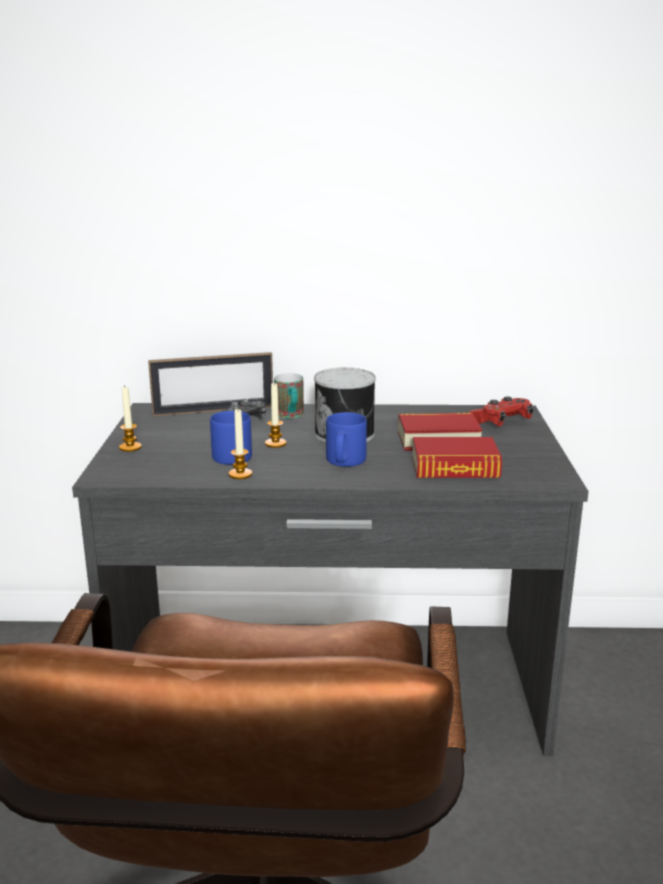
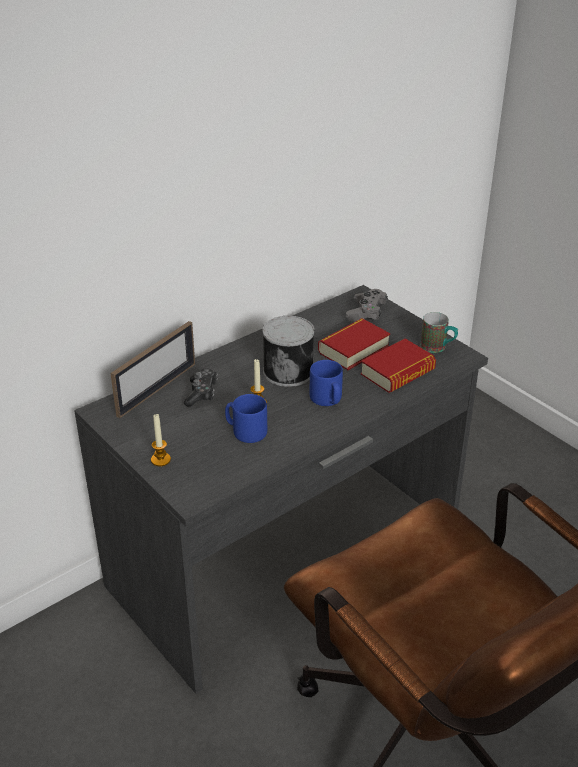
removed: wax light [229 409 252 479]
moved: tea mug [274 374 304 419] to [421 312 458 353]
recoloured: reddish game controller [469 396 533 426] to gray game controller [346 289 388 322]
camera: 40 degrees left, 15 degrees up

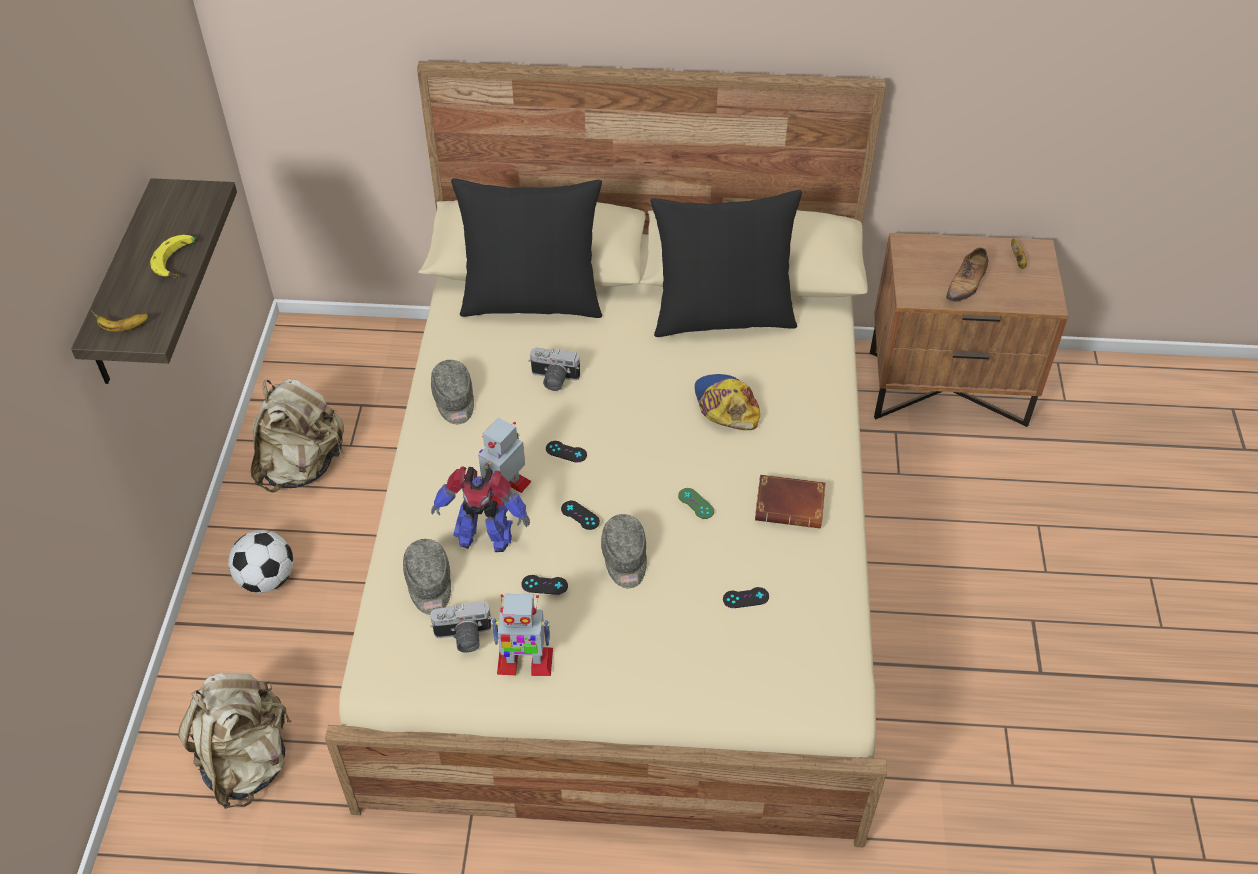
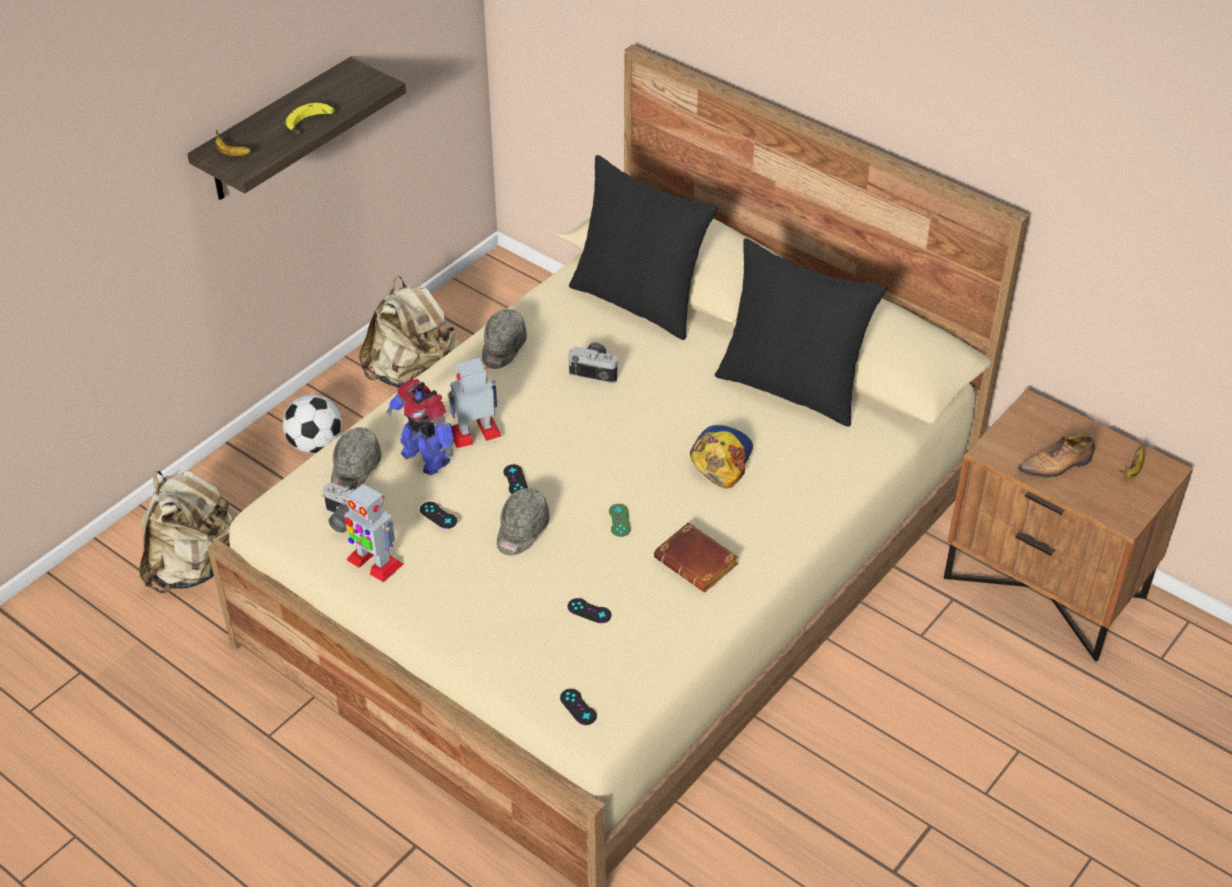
moved: black game controller [546 441 587 463] to [560 689 597 725]
turned: photo camera [528 348 580 391] = [568 342 620 384] 150 degrees clockwise
camera: 35 degrees right, 5 degrees down

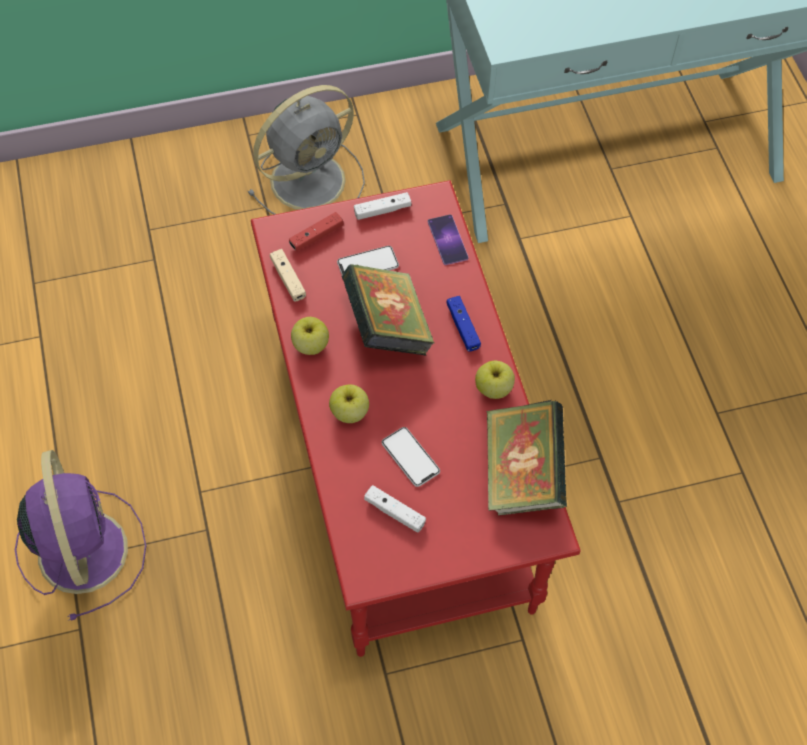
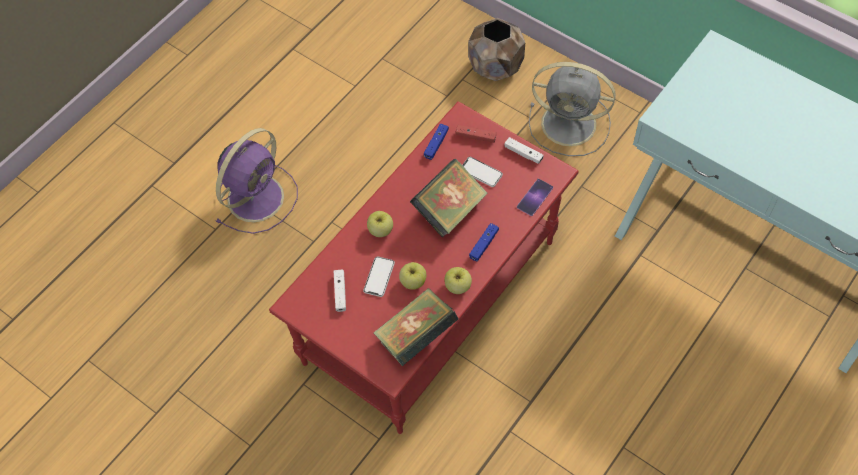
added: brown-coloured flower pot [468 18 525 81]
moved: apple [291 317 329 355] to [399 262 426 290]
recoloured: beige game controller [270 249 306 302] to bluish game controller [424 124 449 160]
camera: 55 degrees right, 0 degrees up

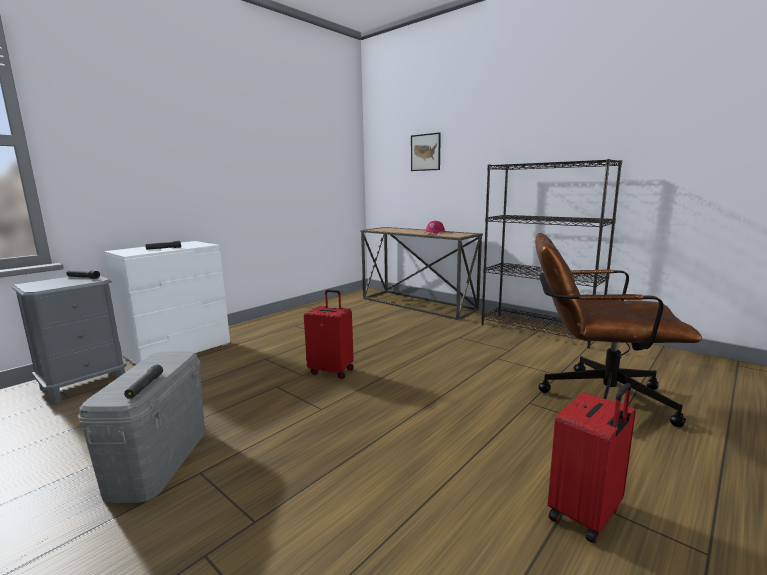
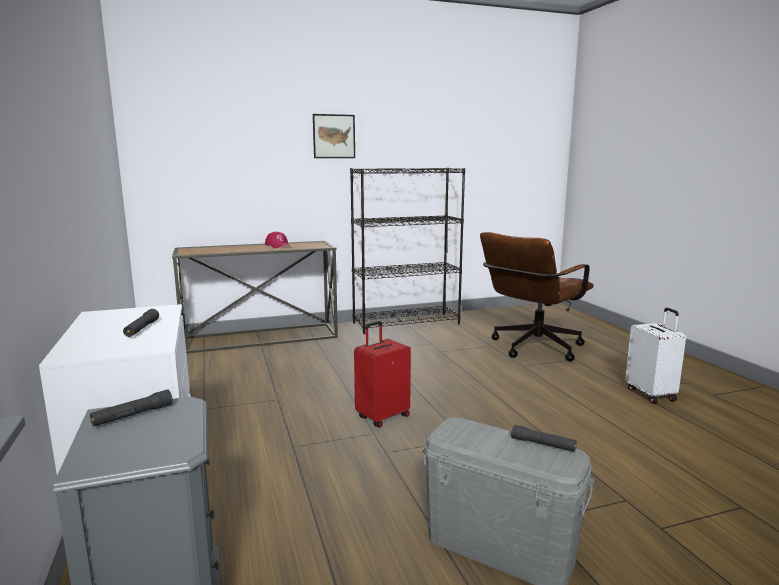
moved: wall picture [411 132 441 171] to [313 114 355 158]
recoloured: reddish suitcase [548 383 636 544] to white suitcase [625 308 686 404]
camera: 60 degrees left, 0 degrees up

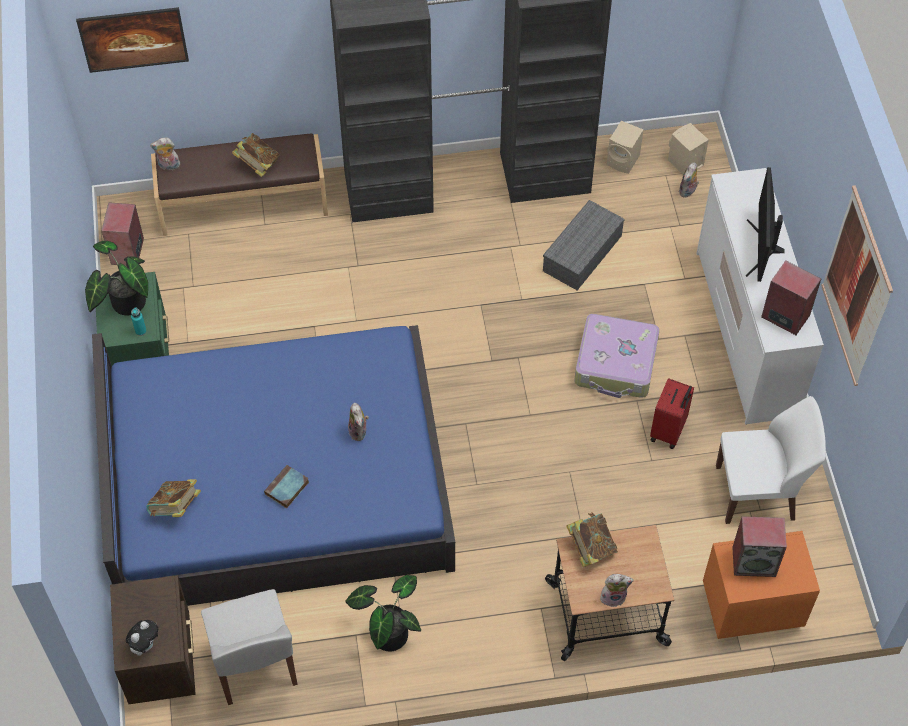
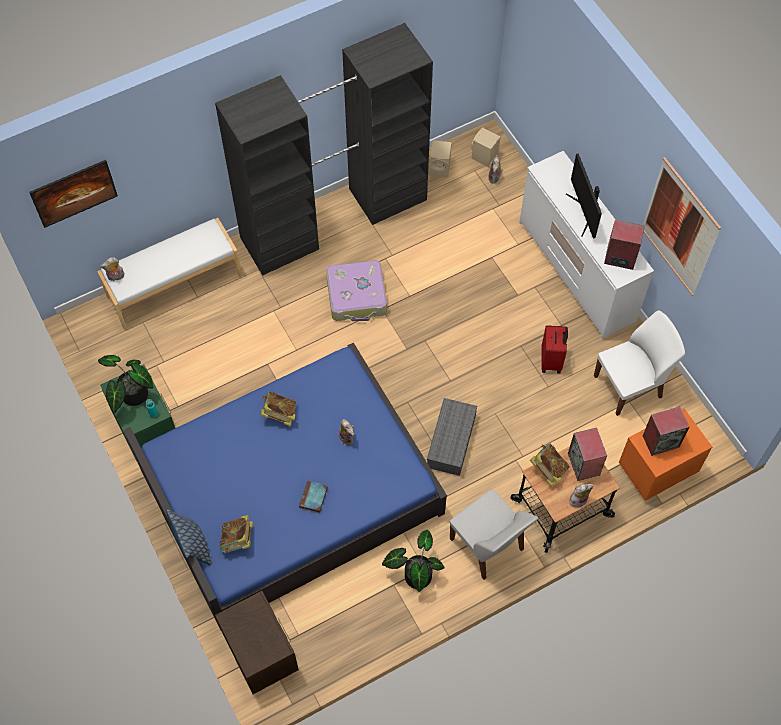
removed: cuddly toy [126 620 158 656]
added: throw pillow [166 509 211 565]
moved: speaker [101 202 144 266] to [568 428 607 481]; white upright chair [201 589 298 705] to [450 489 538 580]; bound book [232 133 280 177] to [261 391 296 426]; gray storage bin [543 200 625 290] to [427 398 477 476]; suitcase [574 314 660 398] to [326 260 387 321]
recoloured: brown-coloured long seat [151 133 328 236] to white long seat [97 218 242 329]
camera: 20 degrees left, 5 degrees up

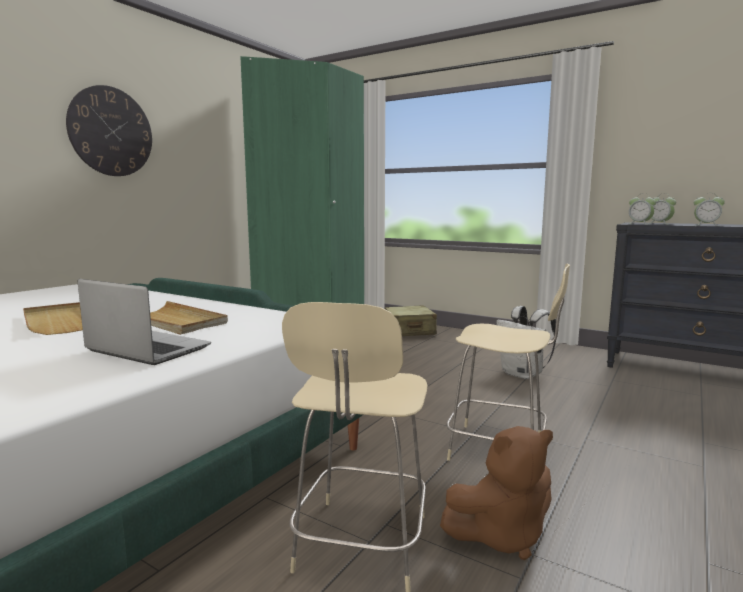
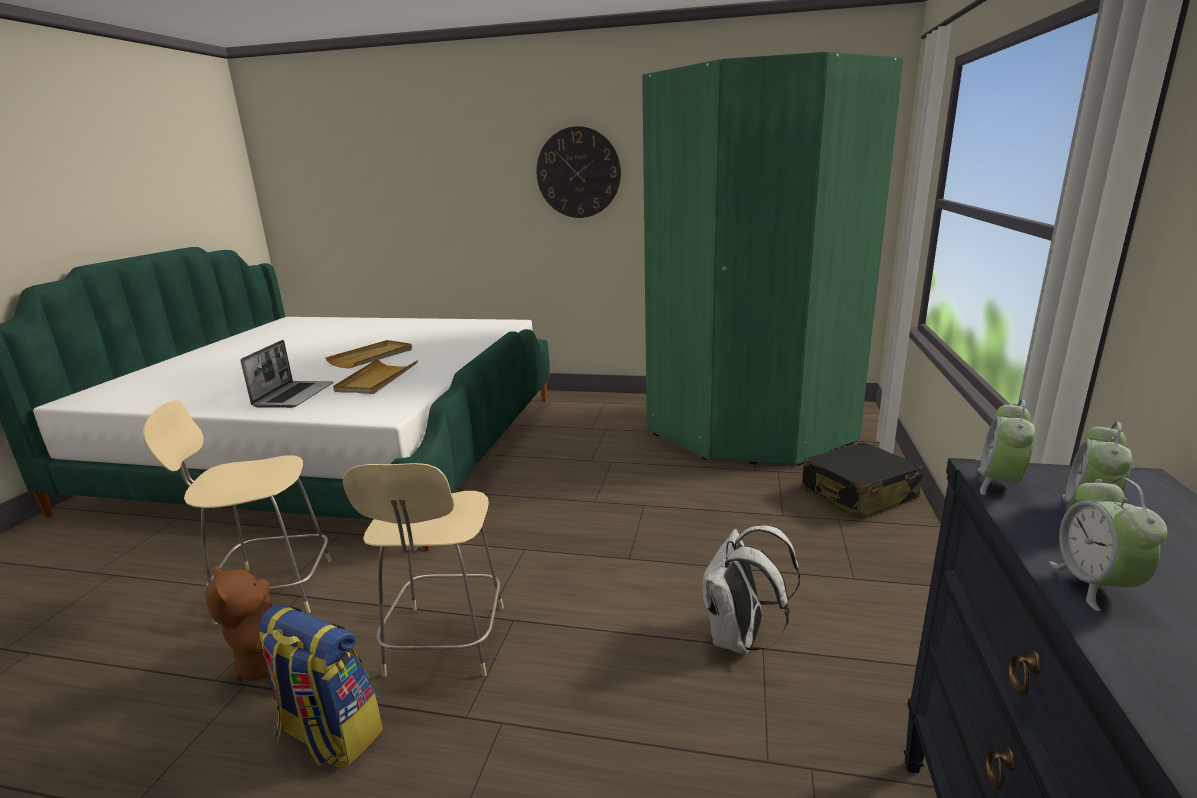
added: backpack [257 604 383 768]
recoloured: beige suitcase [385 305 437 336] to black suitcase [801 442 924 519]
camera: 70 degrees right, 10 degrees up

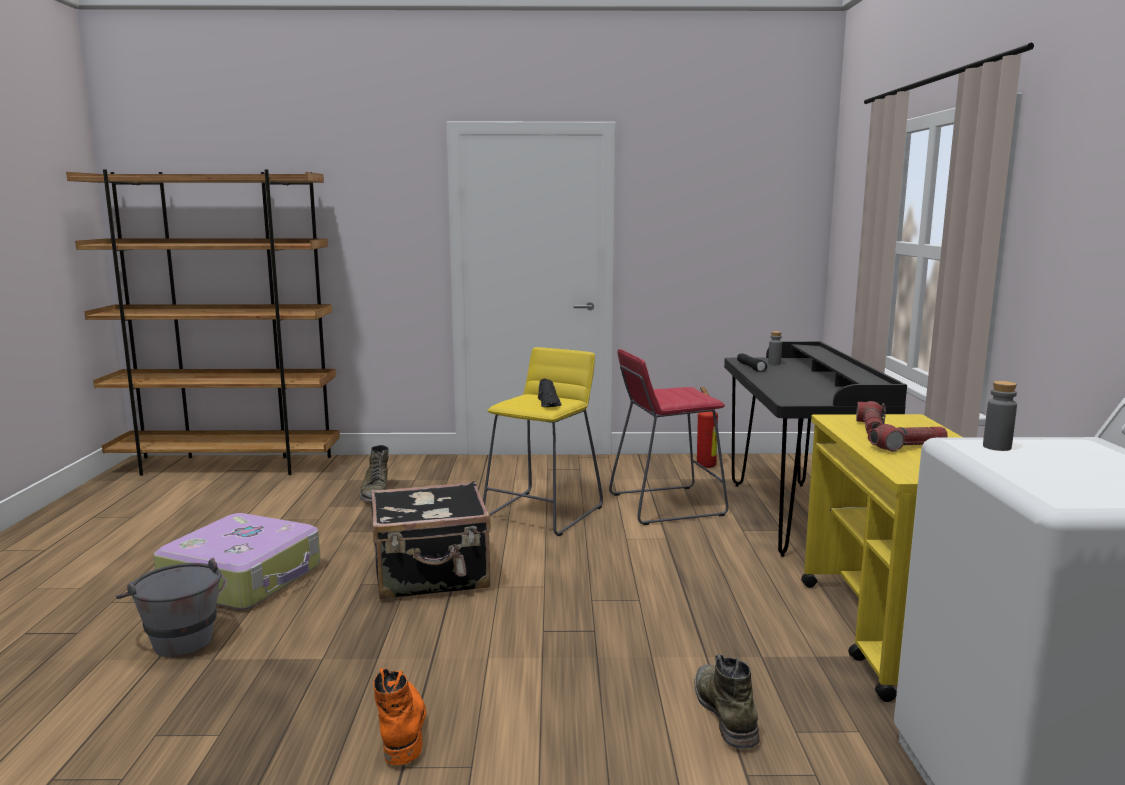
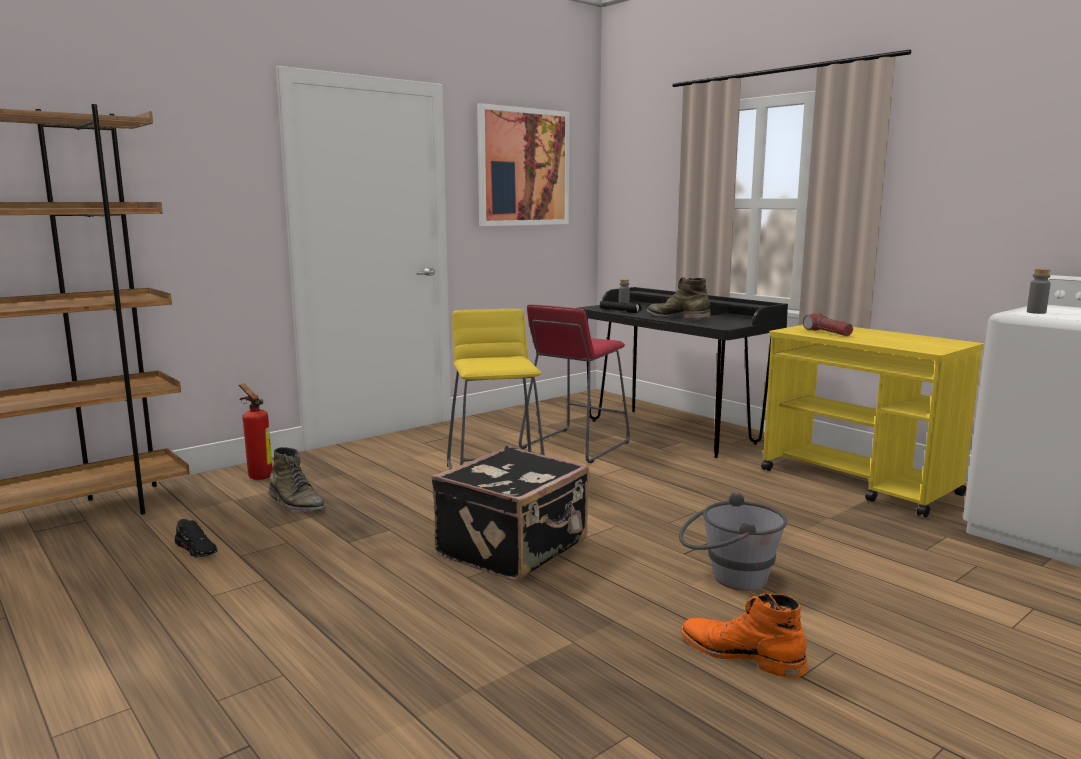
removed: suitcase [153 513 321 610]; flashlight [868 423 948 451]
added: wall picture [477 103 570 226]
moved: gray pail [116 558 221 657] to [679 492 787 591]; black low shoe [538 378 562 407] to [175 519 218 558]; green-coloured boot [694 654 760 749] to [647 277 711 320]; fire-fighting cylinder [697 387 718 468] to [239 383 273 480]
camera: 40 degrees left, 0 degrees up

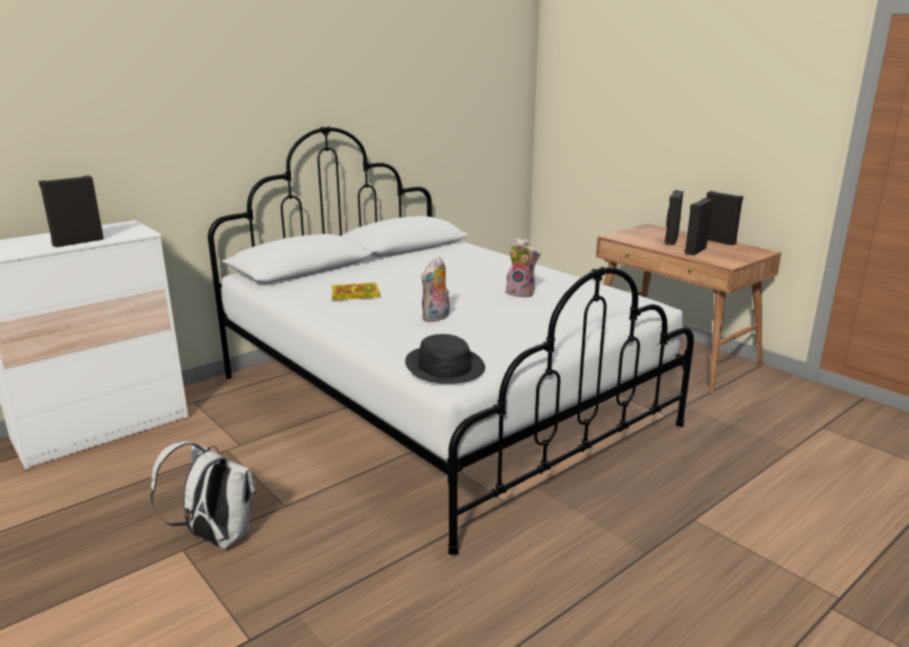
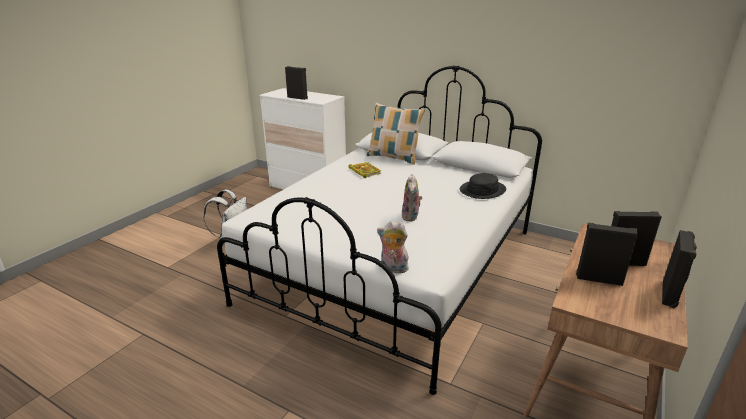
added: throw pillow [366 103 425 165]
moved: black clothing hat [405 334 485 384] to [460 173 506 199]; cuddly toy [421 257 450 322] to [377 221 409 275]
camera: 70 degrees right, 5 degrees up

